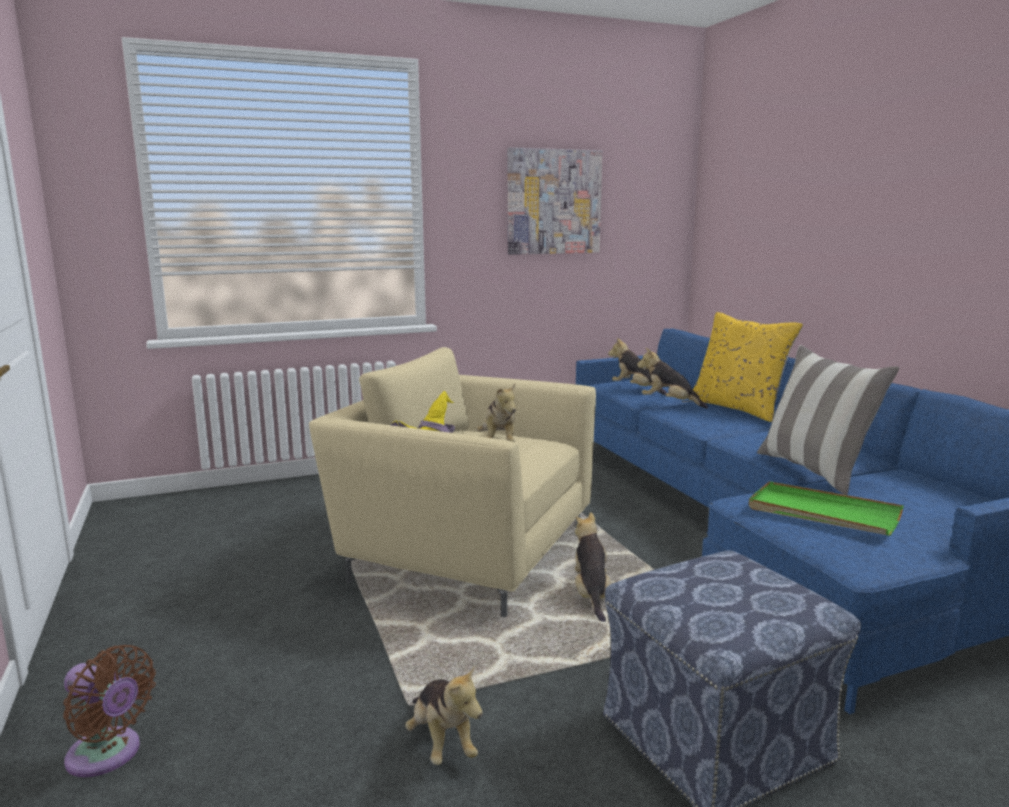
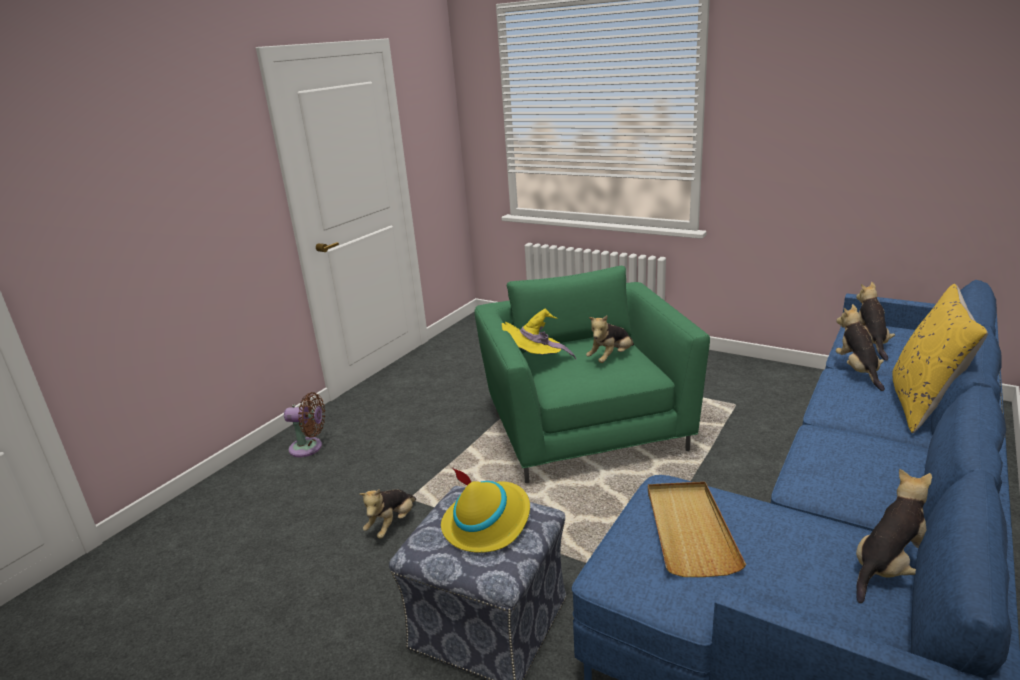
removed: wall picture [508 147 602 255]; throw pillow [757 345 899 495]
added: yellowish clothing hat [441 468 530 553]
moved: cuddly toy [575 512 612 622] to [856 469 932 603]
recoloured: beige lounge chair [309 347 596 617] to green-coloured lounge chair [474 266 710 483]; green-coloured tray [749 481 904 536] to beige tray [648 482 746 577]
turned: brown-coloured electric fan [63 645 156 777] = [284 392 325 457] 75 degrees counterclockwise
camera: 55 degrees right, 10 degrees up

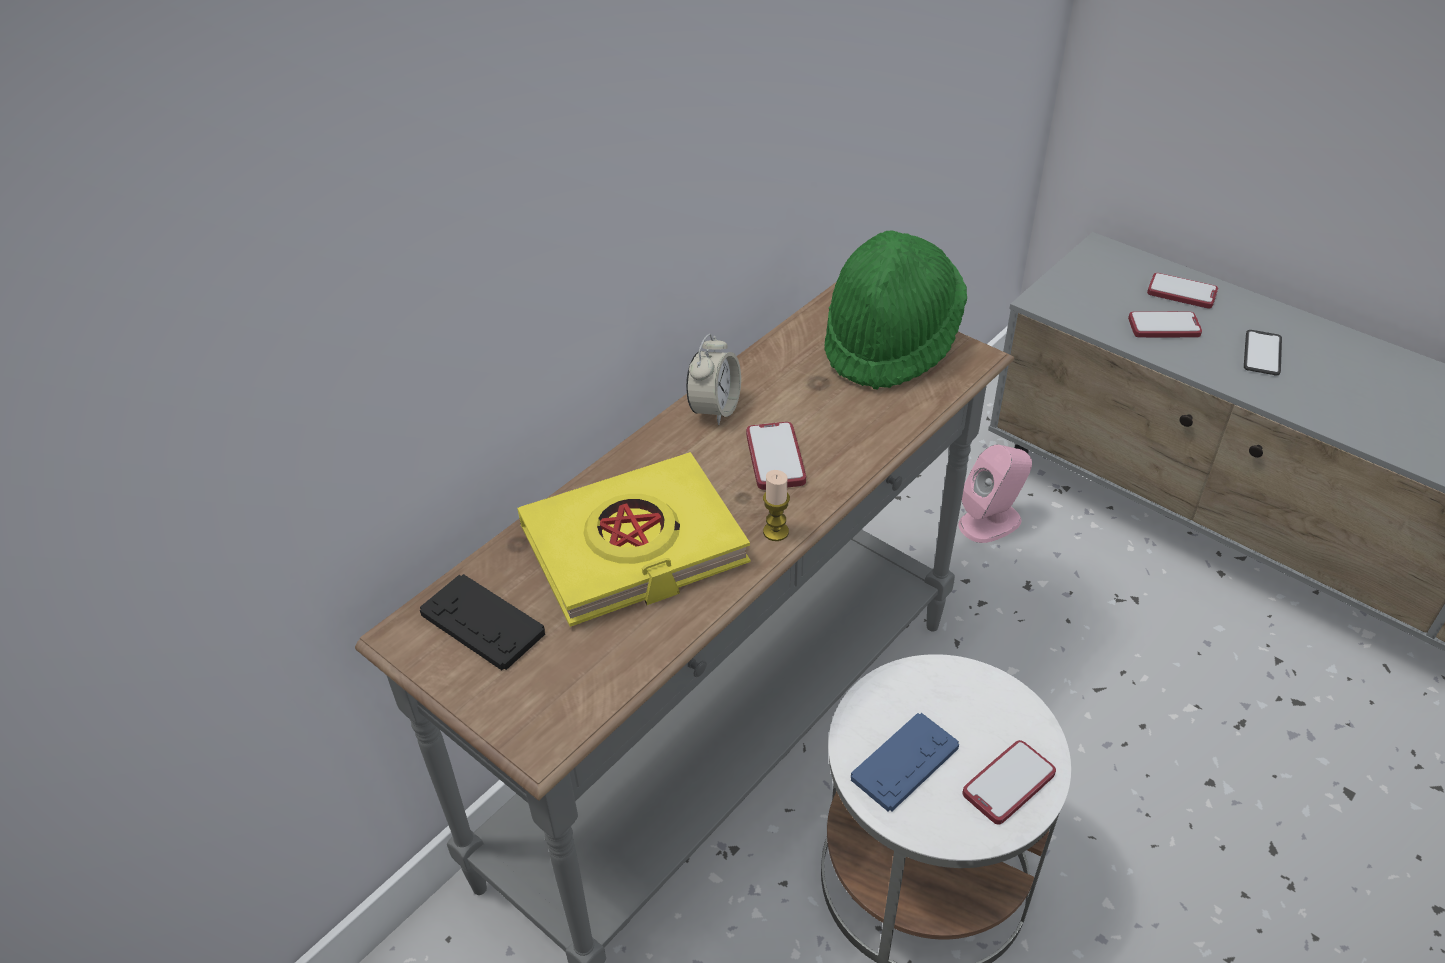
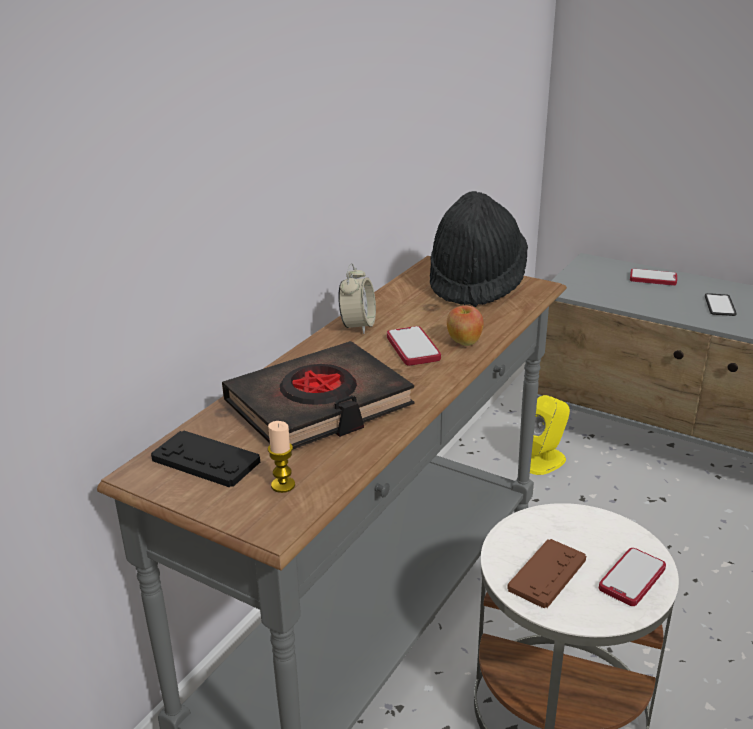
removed: telephone [1128 311 1202 338]
added: apple [447 305 484 346]
moved: wax light [763 470 790 541] to [268 421 295 493]
recoloured: yellowish bound book [517 452 751 627] to black bound book [222 341 415 450]; green-coloured clothing hat [824 230 967 390] to black clothing hat [430 191 528 307]; bluish game controller [851 713 959 812] to brown-coloured game controller [507 539 586 608]; pinkish speaker [958 444 1032 543] to yellowish speaker [530 395 570 475]
camera: 10 degrees left, 15 degrees down

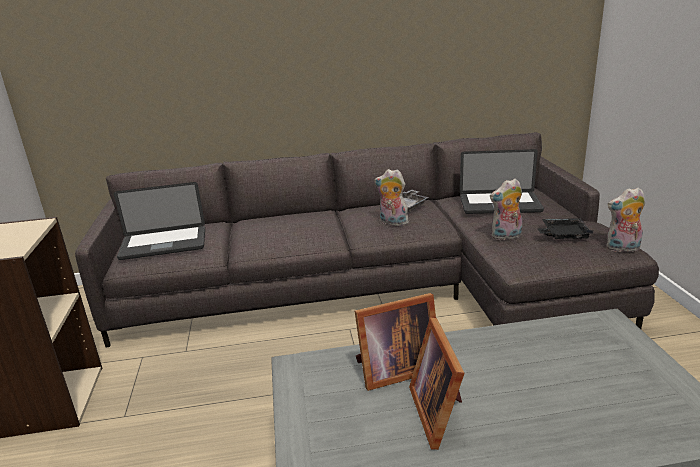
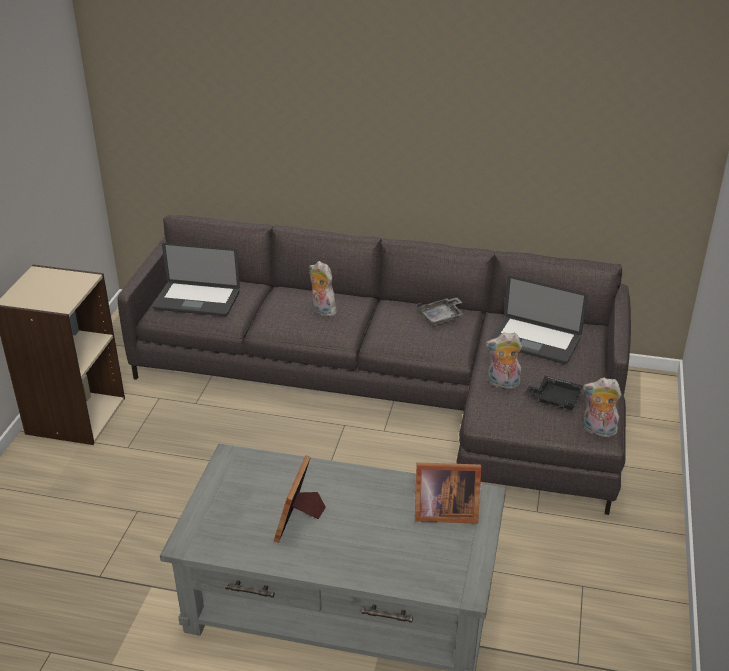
moved: standing frame [355 293 436 391] to [415 462 481 524]; cuddly toy [374 169 412 226] to [309 261 338 317]
camera: 20 degrees right, 10 degrees up

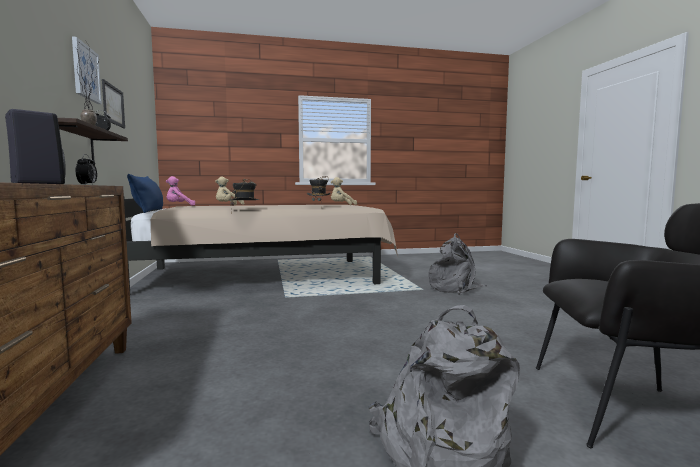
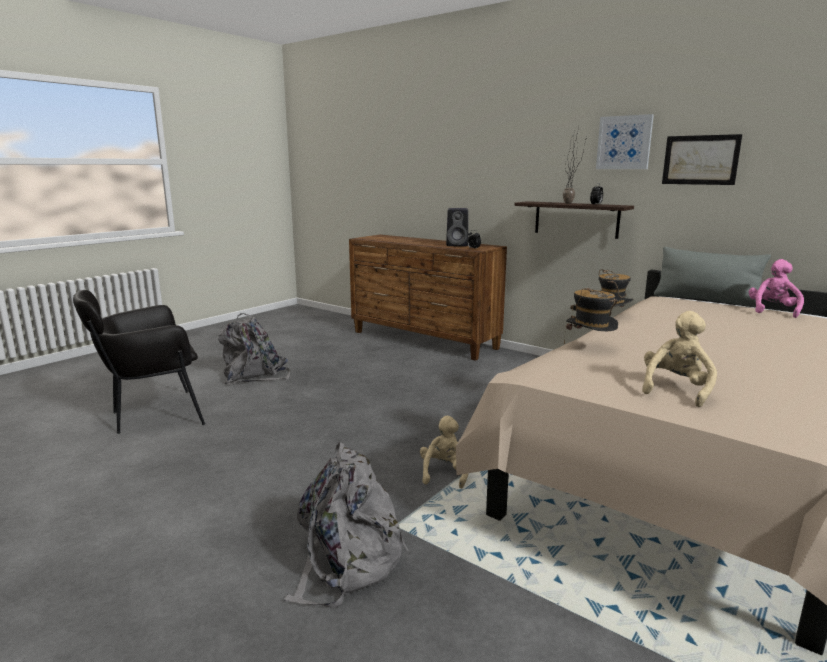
moved: beige cuddly toy [215 176 244 205] to [420 416 469 488]
recoloured: bluish throw pillow [127 174 163 213] to gray throw pillow [654 247 771 308]
camera: 140 degrees right, 10 degrees up

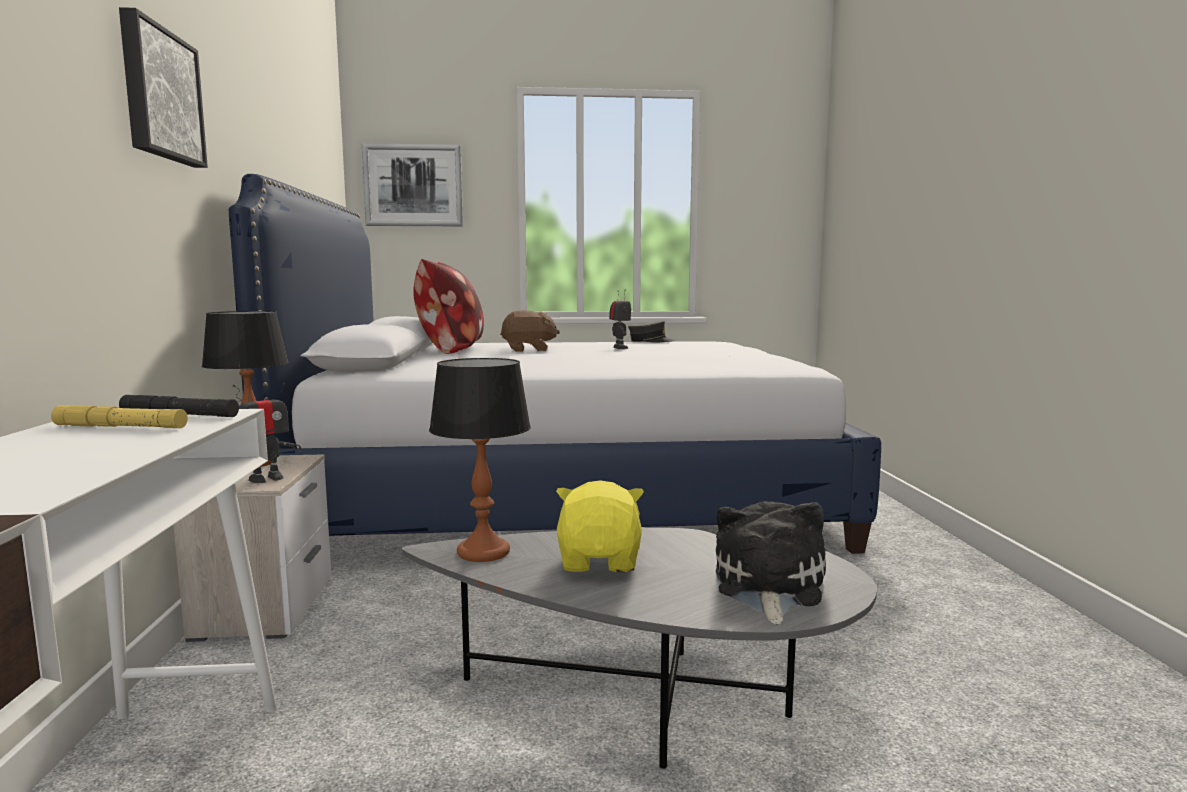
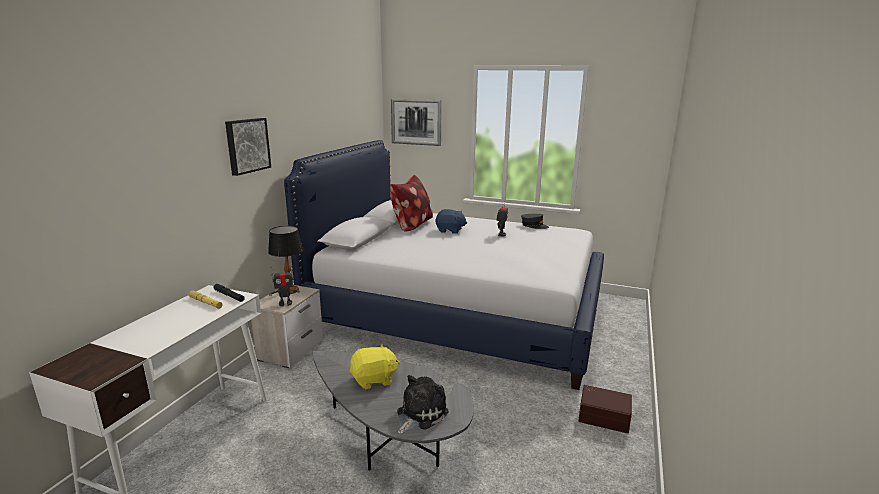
removed: table lamp [429 358 531 562]
added: brown-coloured storage bin [578 385 632 433]
recoloured: brown-coloured cuddly toy [500 310 560 352] to bluish cuddly toy [436 209 467 234]
turned: yellowish cuddly toy [556 481 644 572] = [350 344 400 389] 45 degrees clockwise
camera: 25 degrees right, 10 degrees up

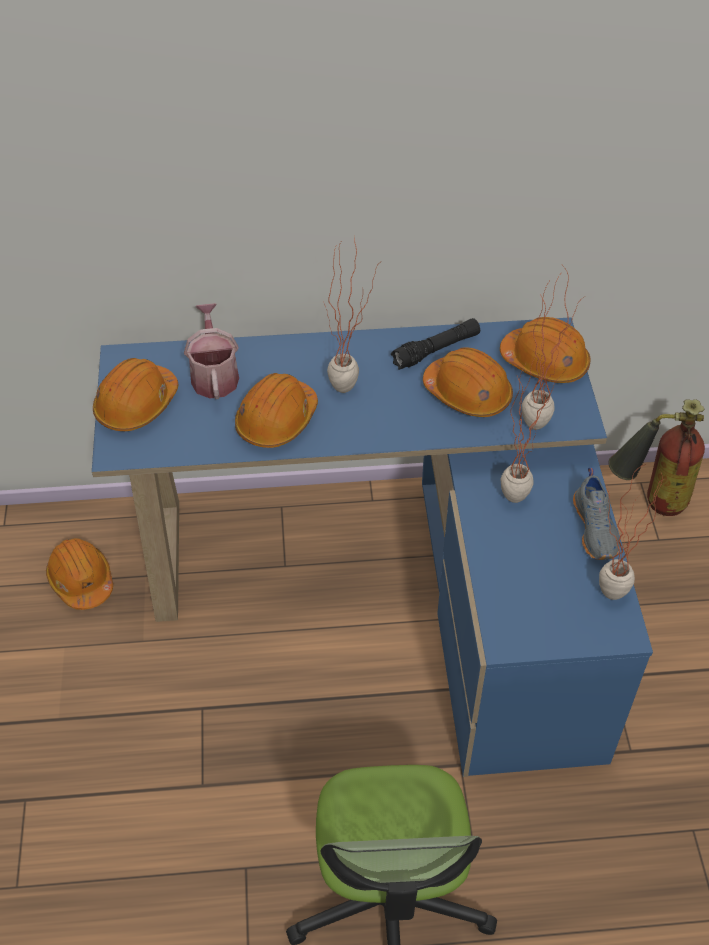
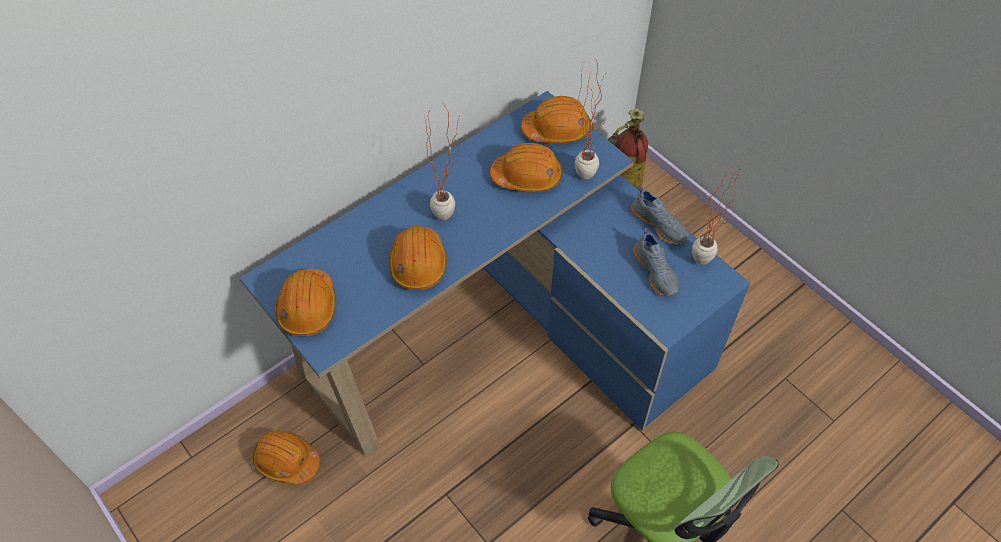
removed: sprinkling can [184 303 239 399]; black flashlight [391 318 480 370]; houseplant [501 349 560 503]
added: gray low shoe [634 227 679 296]
camera: 35 degrees left, 5 degrees up

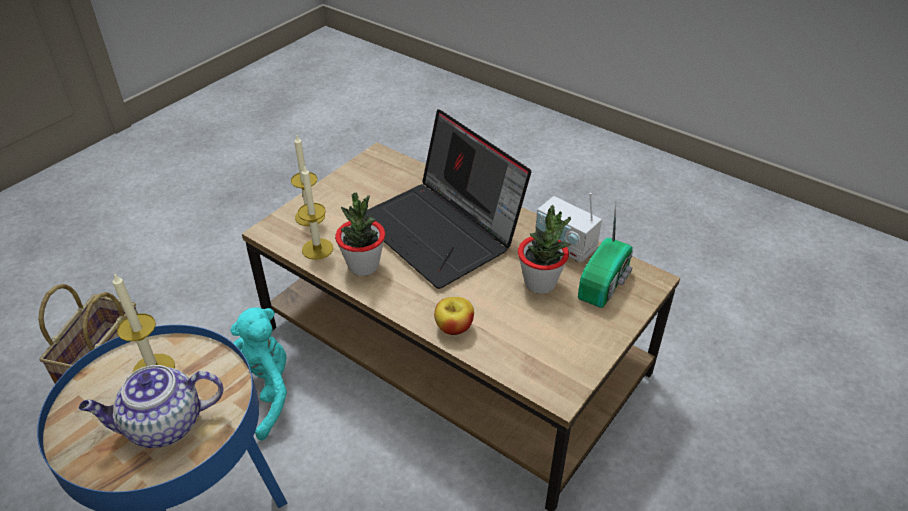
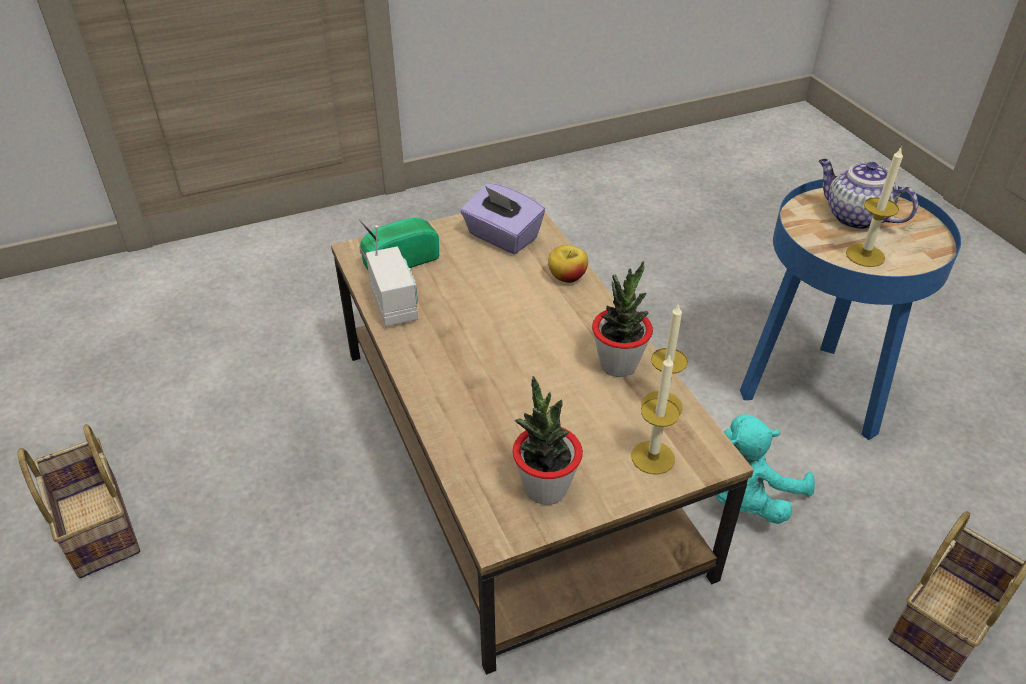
removed: notebook computer [363 109 531 289]
added: storage basket [17 424 140 578]; purplish box of tissues [461 183 545 254]
moved: houseplant [518 205 571 294] to [513 376 583 505]
turned: tea pot [79 365 223 448] = [819 159 918 230] 150 degrees counterclockwise
camera: 150 degrees left, 0 degrees up

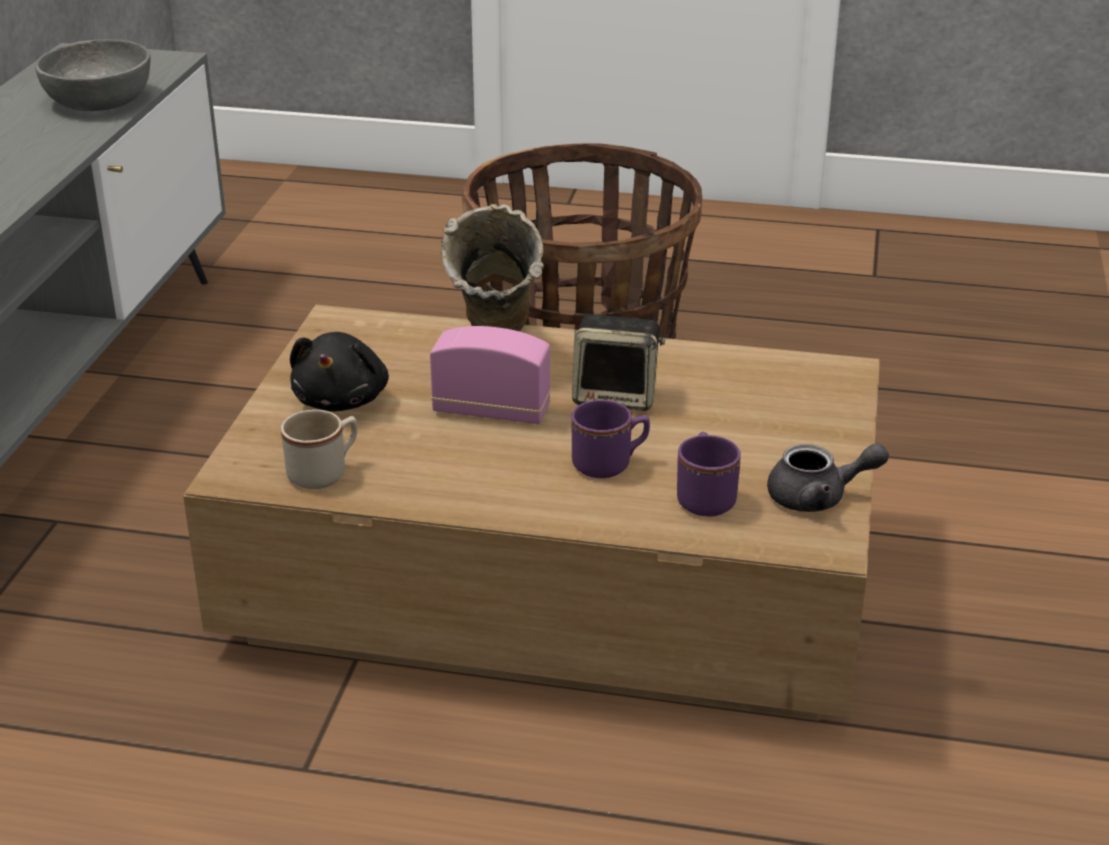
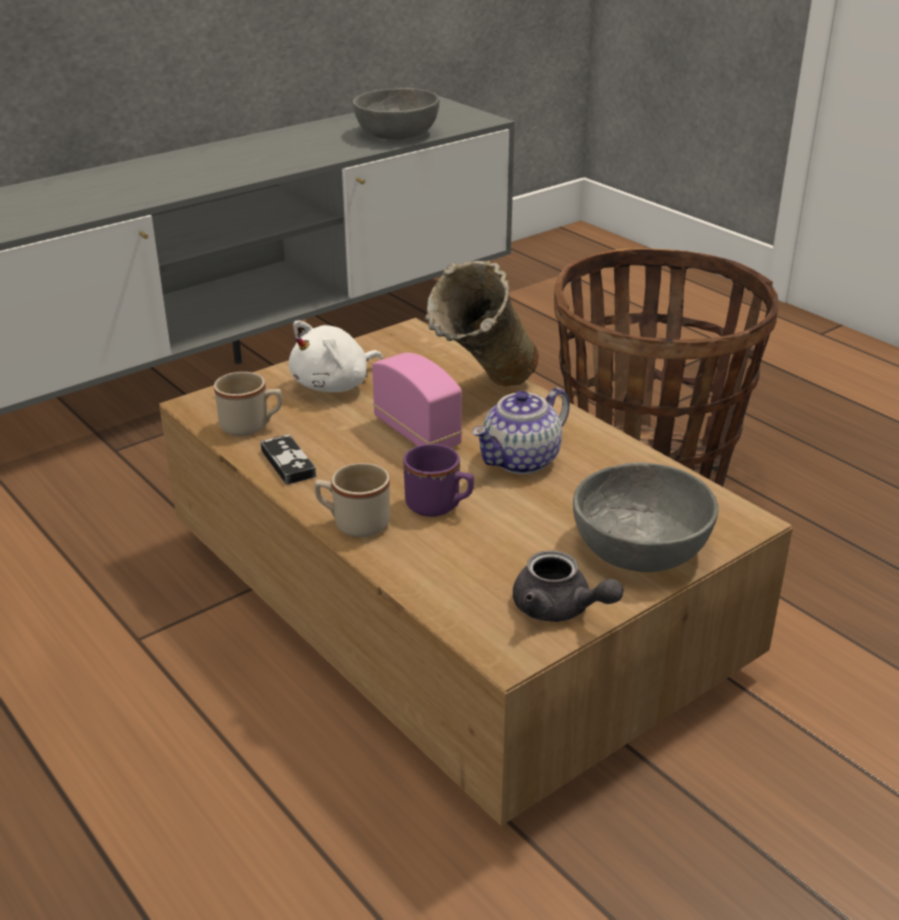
removed: purplish tea mug [677 432 741 516]
added: game controller [260 434 316 485]; beige tea mug [315 463 390 538]; gray deep dish [573 462 718 572]
replaced: speaker [572 314 665 411] to tea pot [472 387 570 474]
recoloured: black cuddly toy [290 332 389 411] to white cuddly toy [289 320 383 392]
camera: 40 degrees right, 0 degrees up

